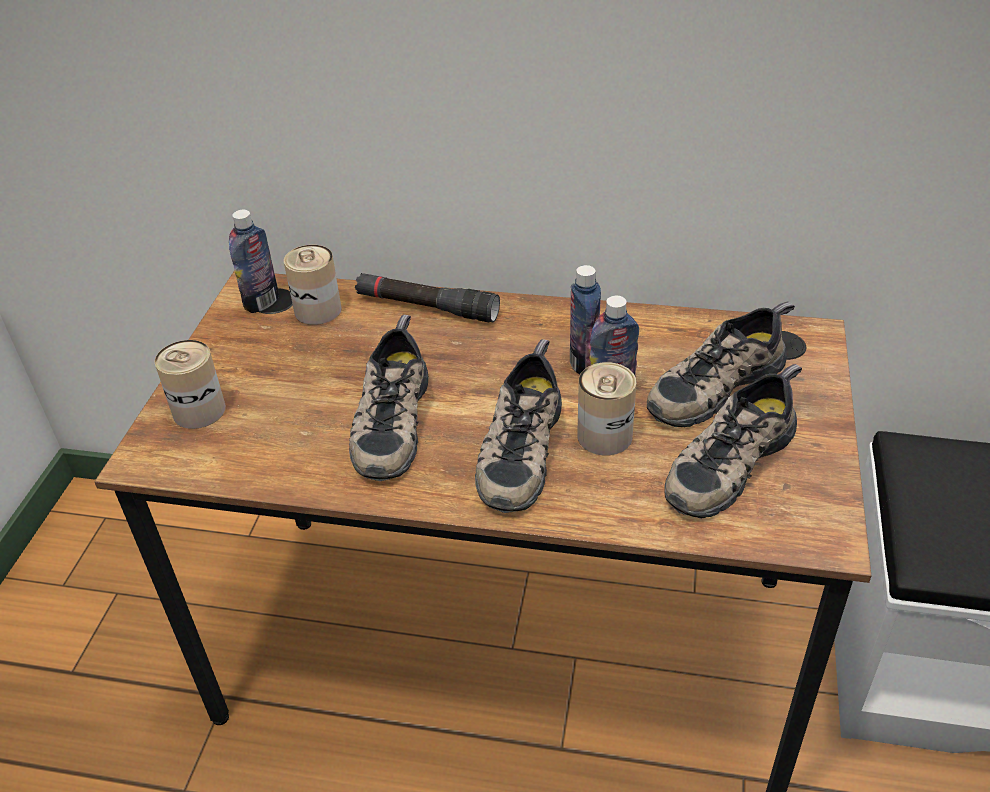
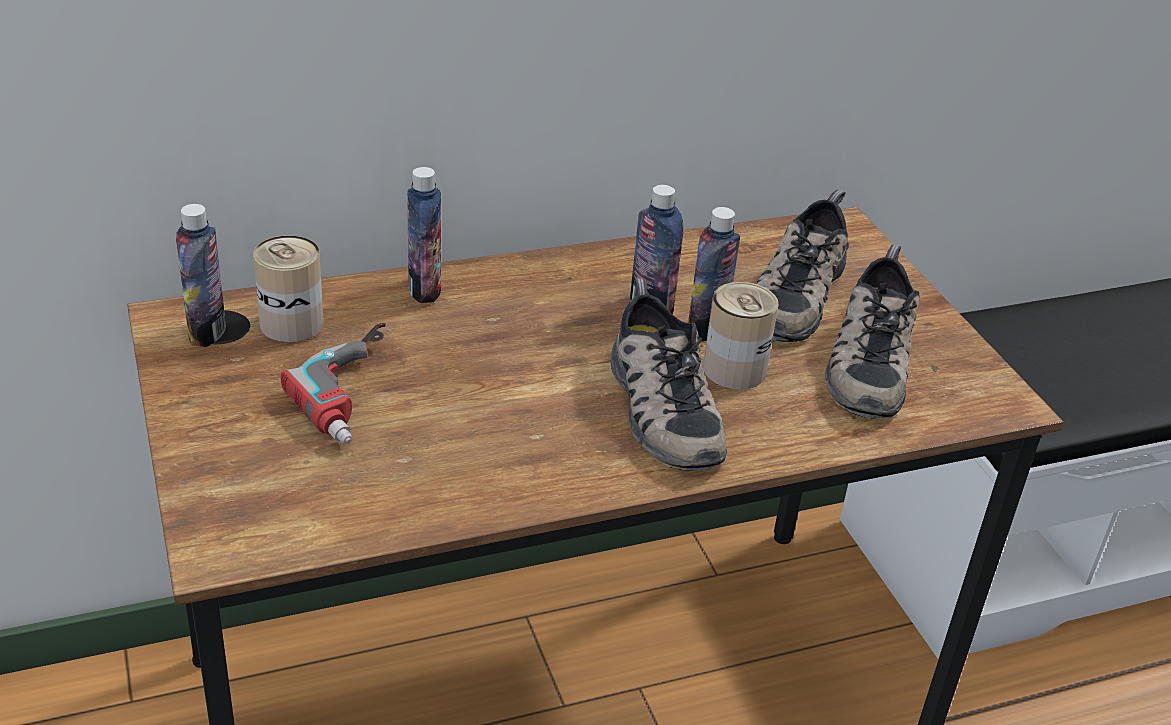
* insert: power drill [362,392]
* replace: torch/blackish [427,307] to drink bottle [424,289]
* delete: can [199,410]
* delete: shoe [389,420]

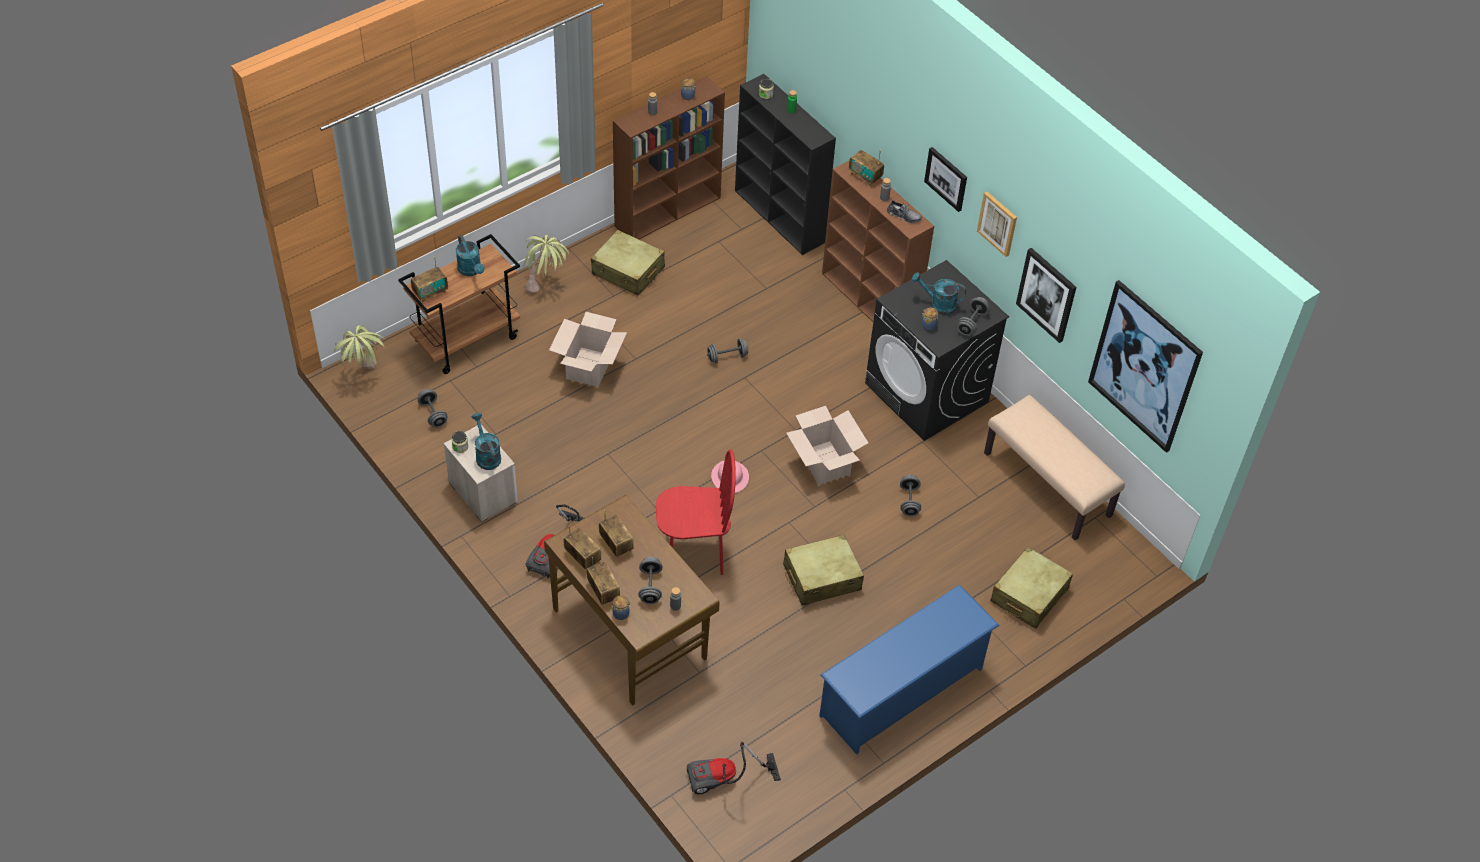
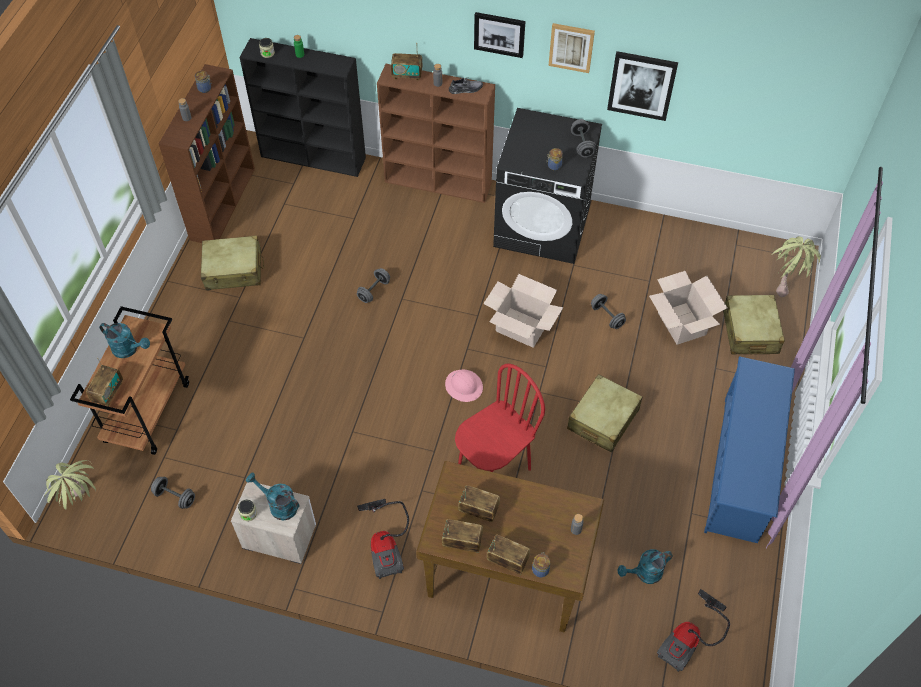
* move: watering can/blue-green [938,304] to [644,574]
* move: cardboard box [589,367] to [682,323]
* move: houseplant [546,286] to [785,283]
* delete: dumbbell/grey [650,586]
* delete: long seat/beige-coloured [1048,484]
* delete: wall picture [1144,366]

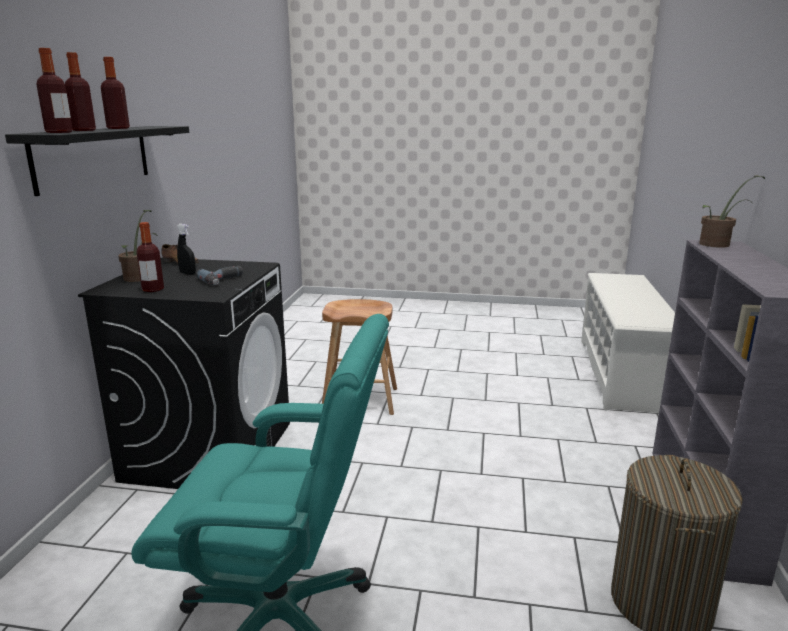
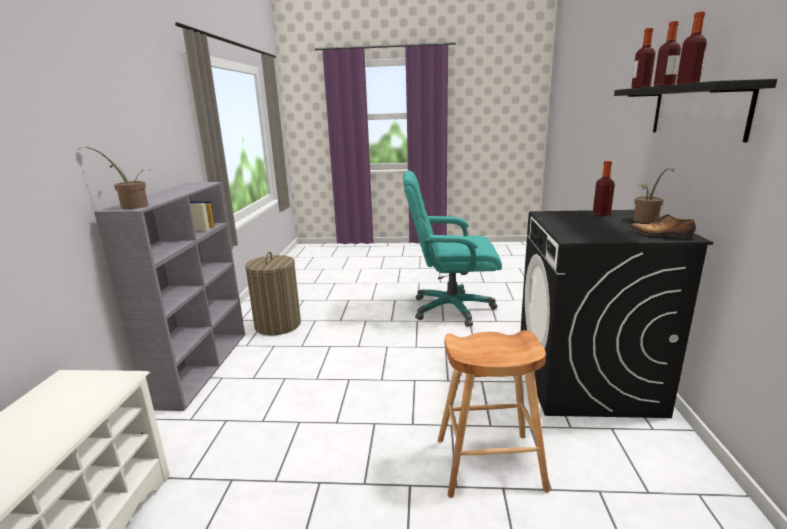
* delete: spray bottle/blackish [187,273]
* delete: power drill [224,281]

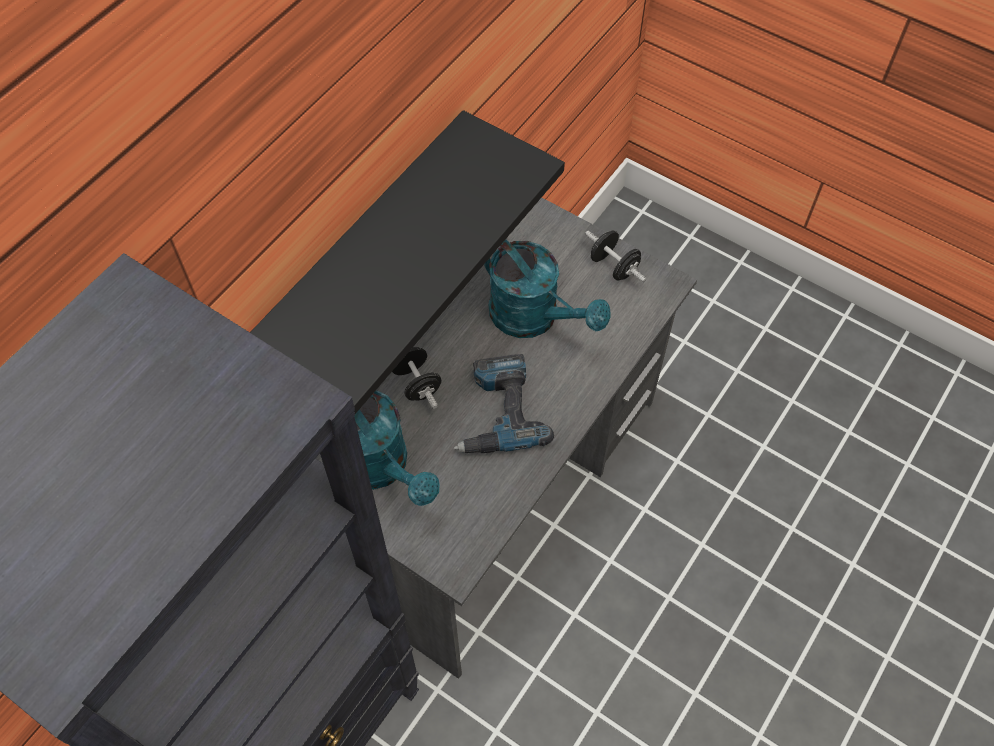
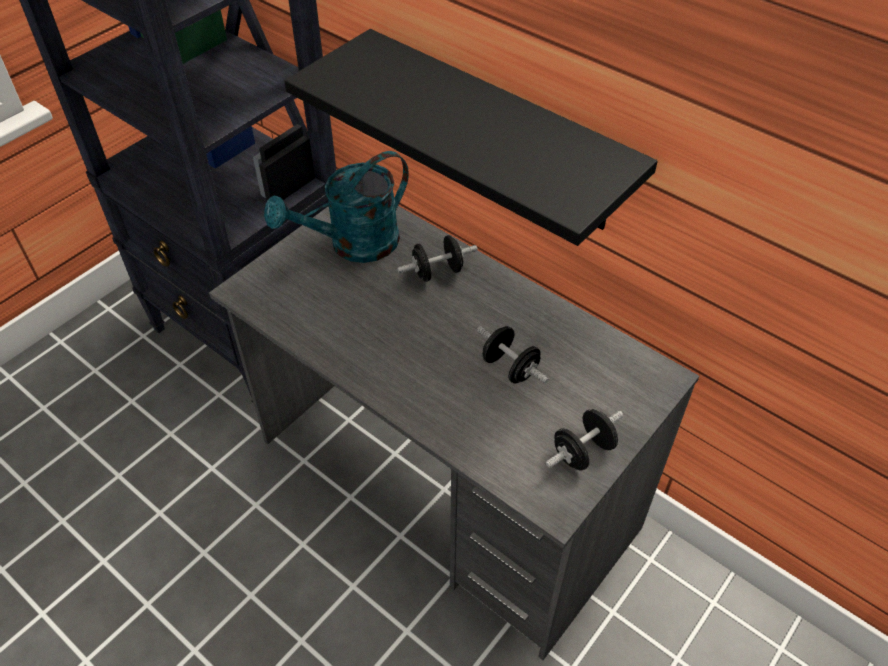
* replace: watering can/blue-green [534,318] to dumbbell/blackish [510,368]
* delete: power drill [497,412]

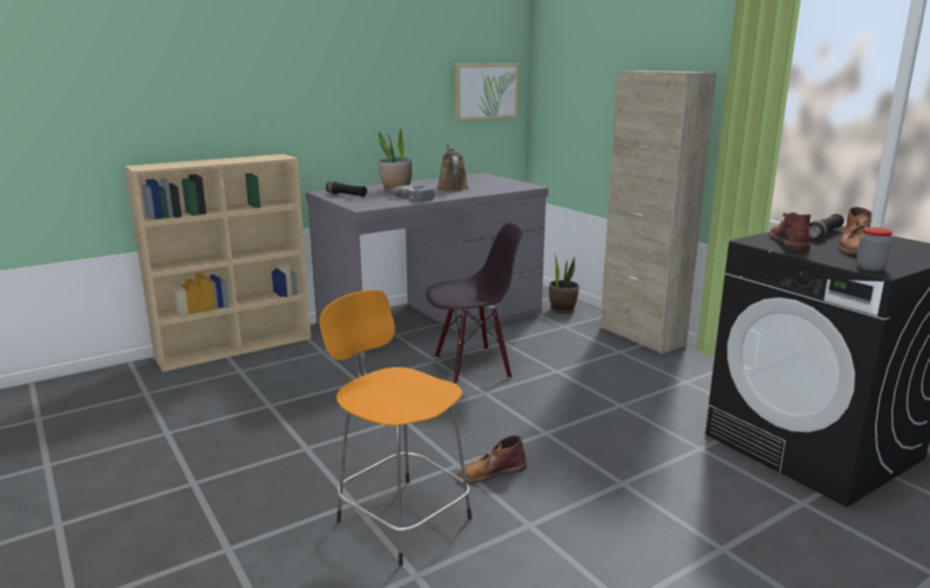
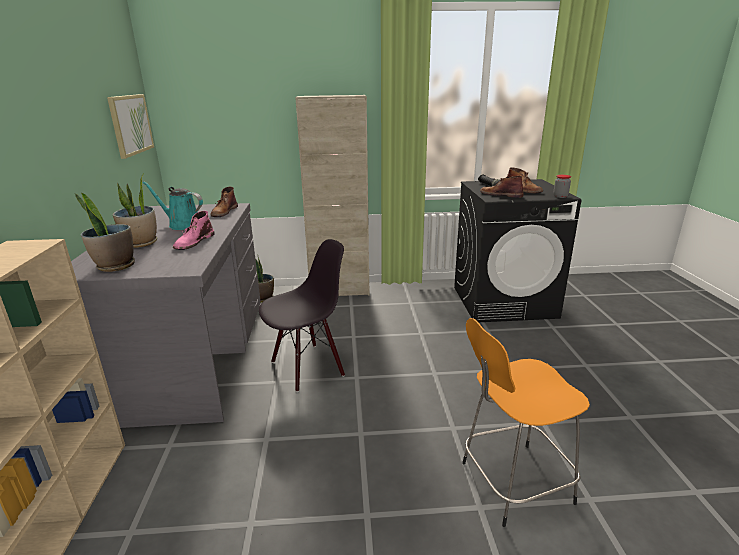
* replace: torch/blackish [346,195] to houseplant [115,266]
* recolor: watering can/brownish [452,187] to watering can/blue-green [182,225]
* replace: power drill [419,197] to high-top boot/pink-coloured [193,242]
* move: high-top boot/brownish [491,472] to [224,211]
* rotate: plain chair/blackish [472,366] = [307,367] 45 degrees clockwise

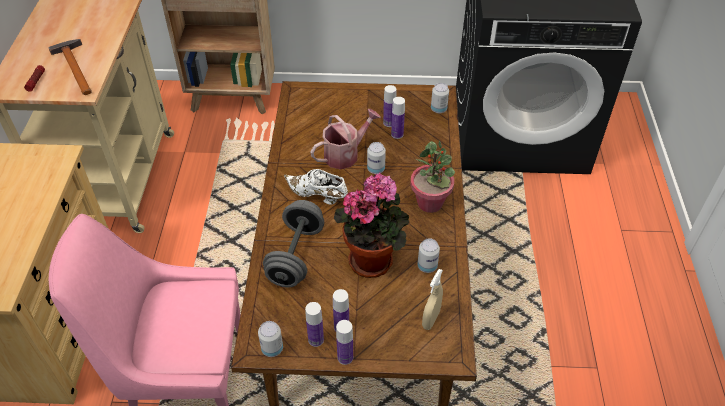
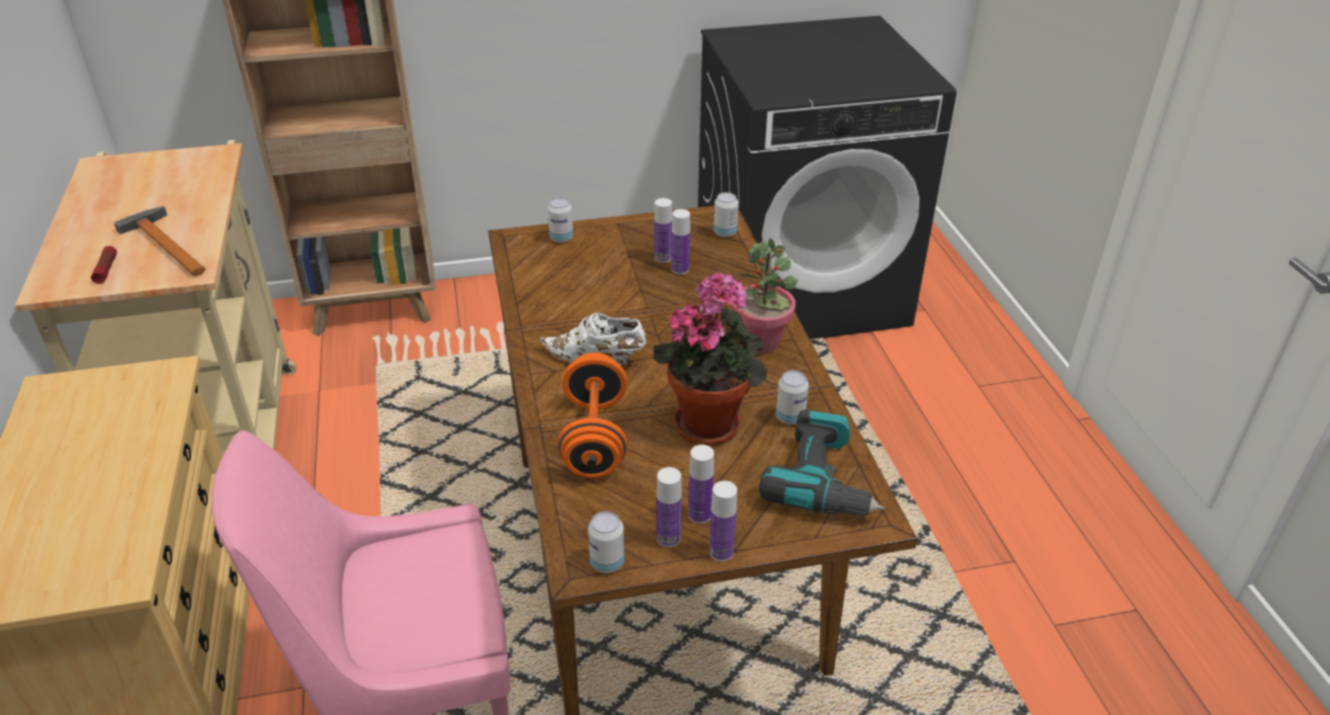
* move: can [376,169] to [561,238]
* recolor: dumbbell/grey [295,256] to dumbbell/orange-coloured [594,438]
* replace: spray bottle/beige-coloured [431,319] to power drill [823,480]
* delete: watering can [345,154]

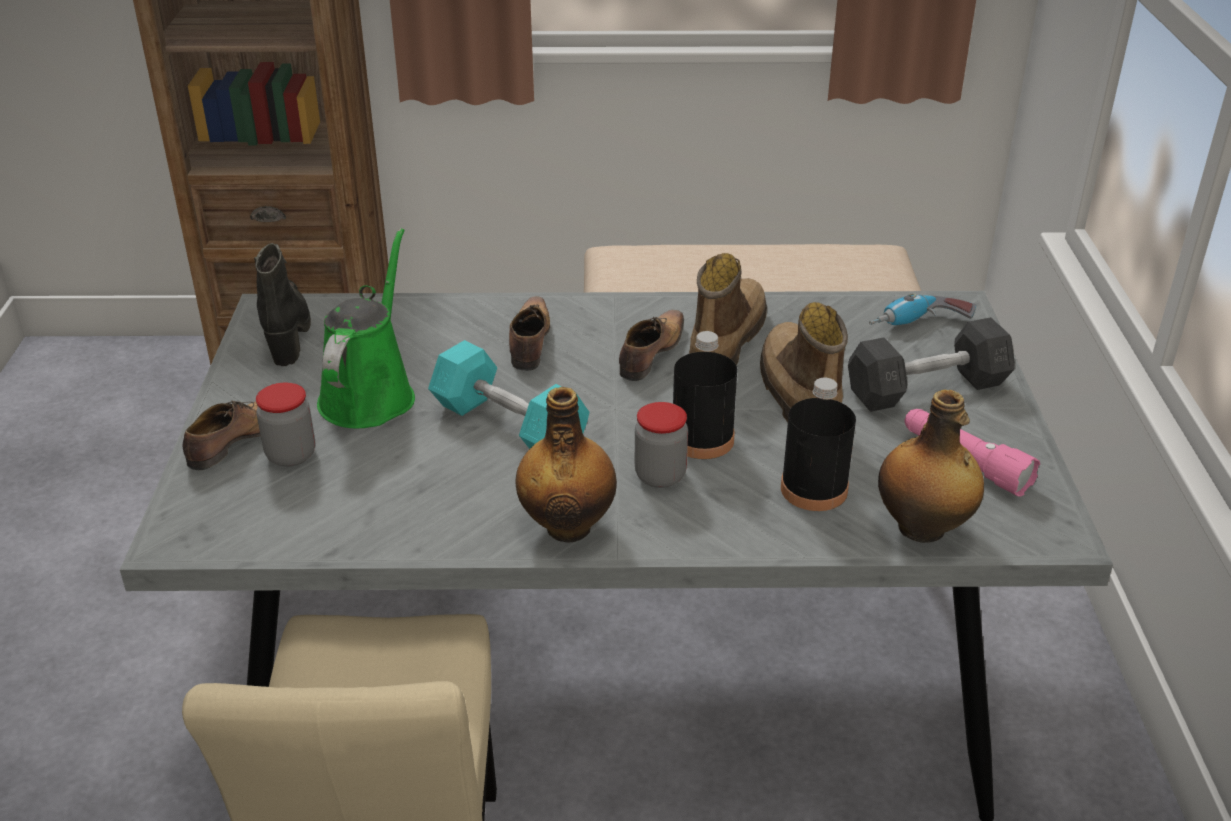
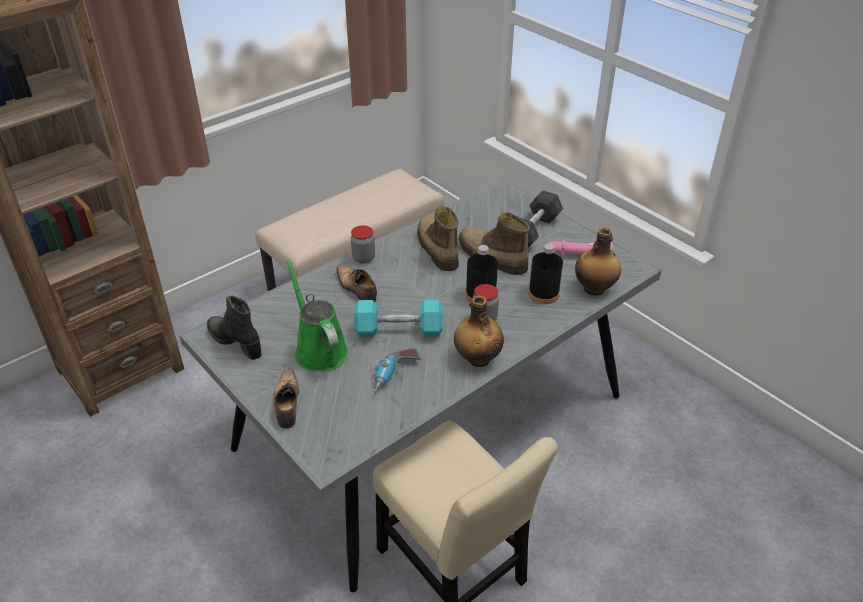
* move: storage jar [291,455] to [363,258]
* move: power drill [920,326] to [395,376]
* delete: shoe [650,354]

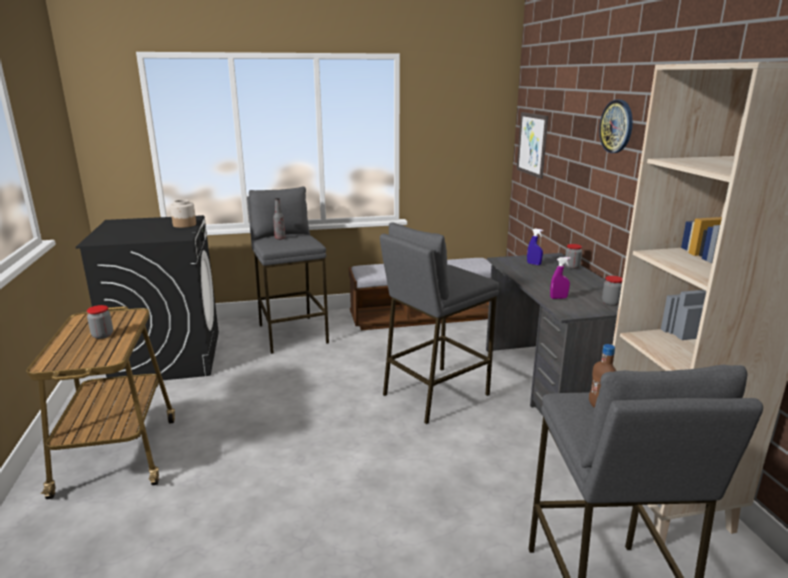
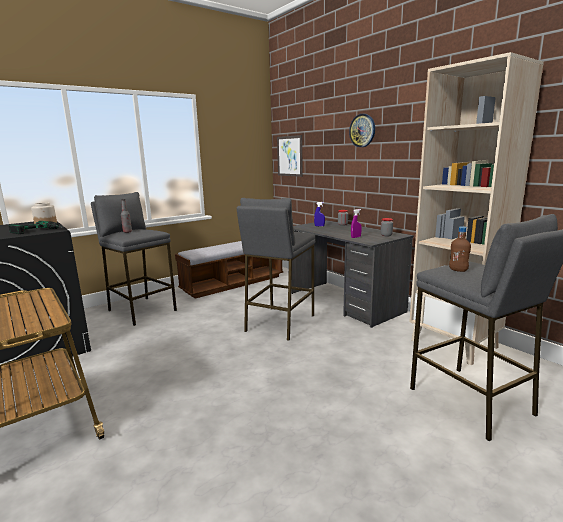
* insert: power drill [38,231]
* delete: storage jar [102,335]

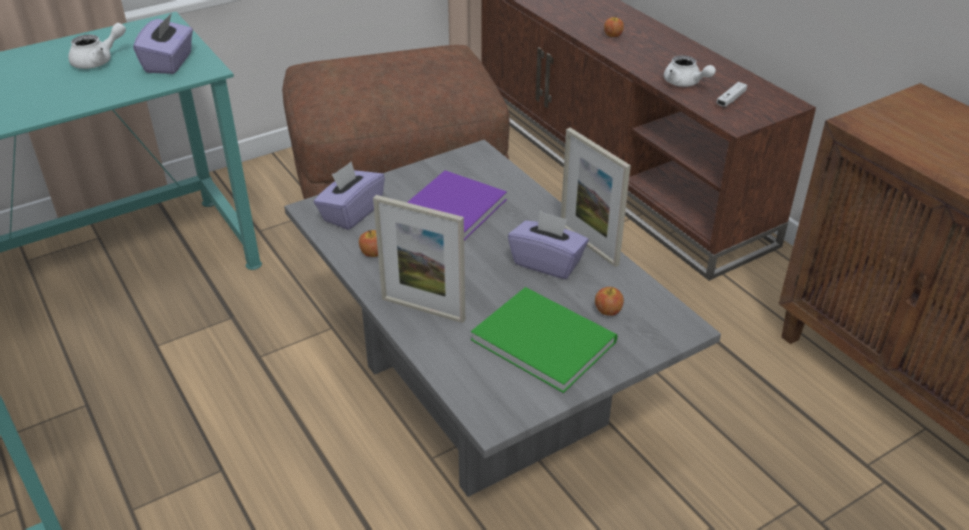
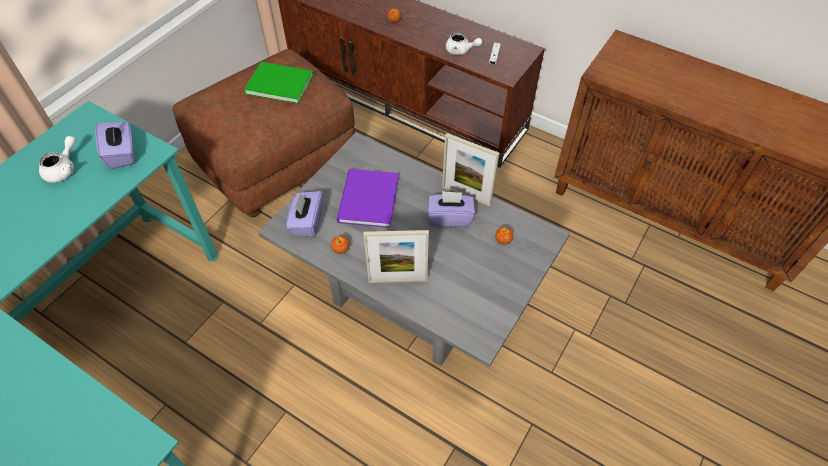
* move: bound book/green-coloured [542,337] to [278,83]

